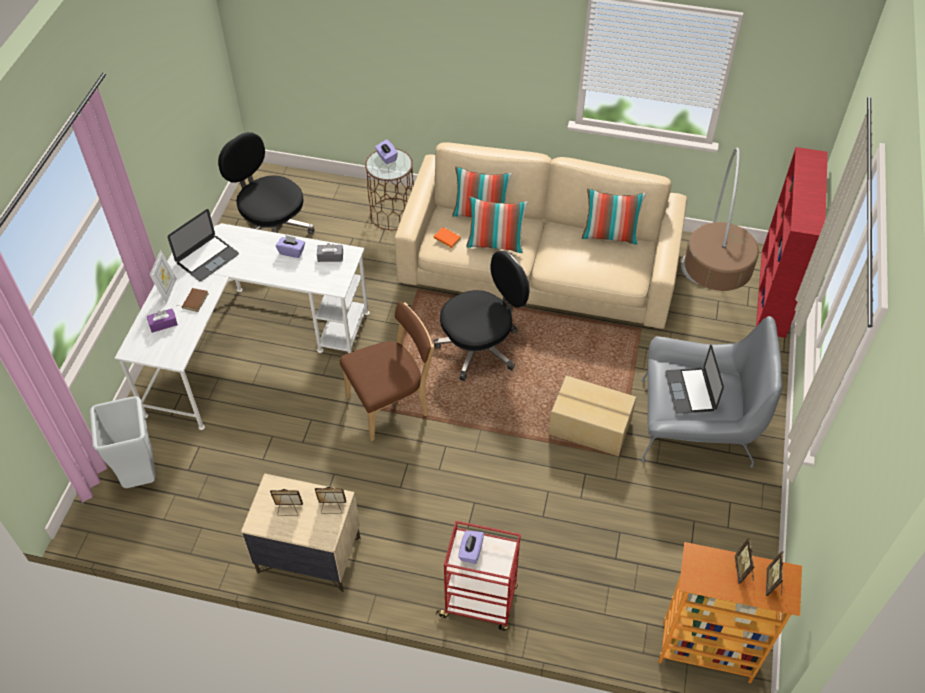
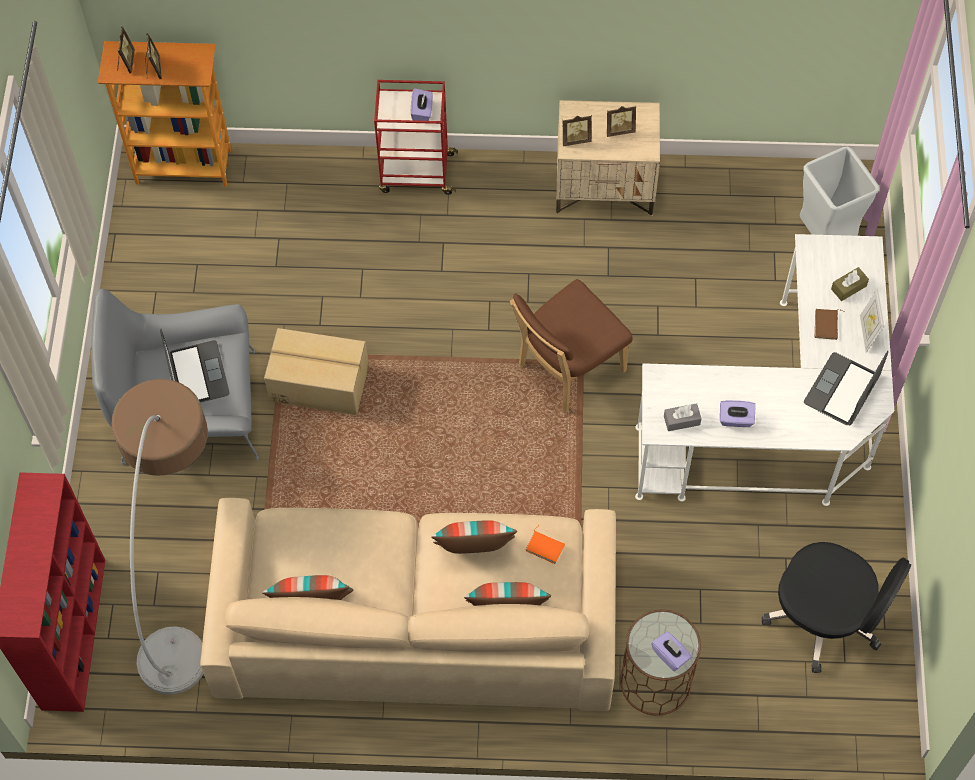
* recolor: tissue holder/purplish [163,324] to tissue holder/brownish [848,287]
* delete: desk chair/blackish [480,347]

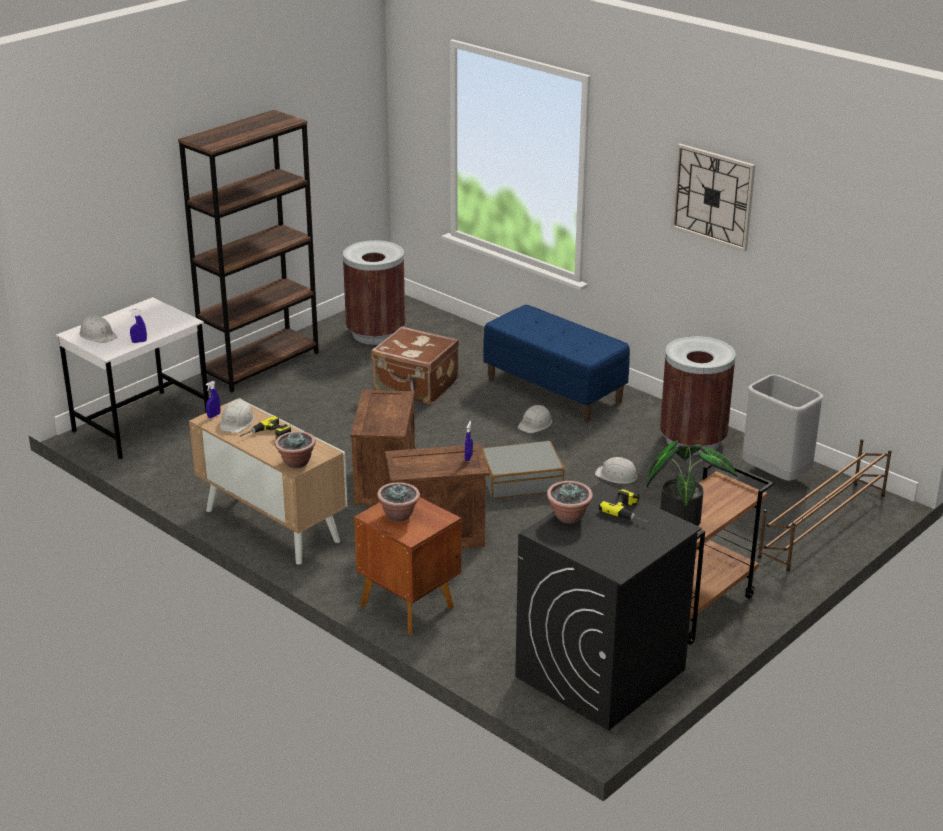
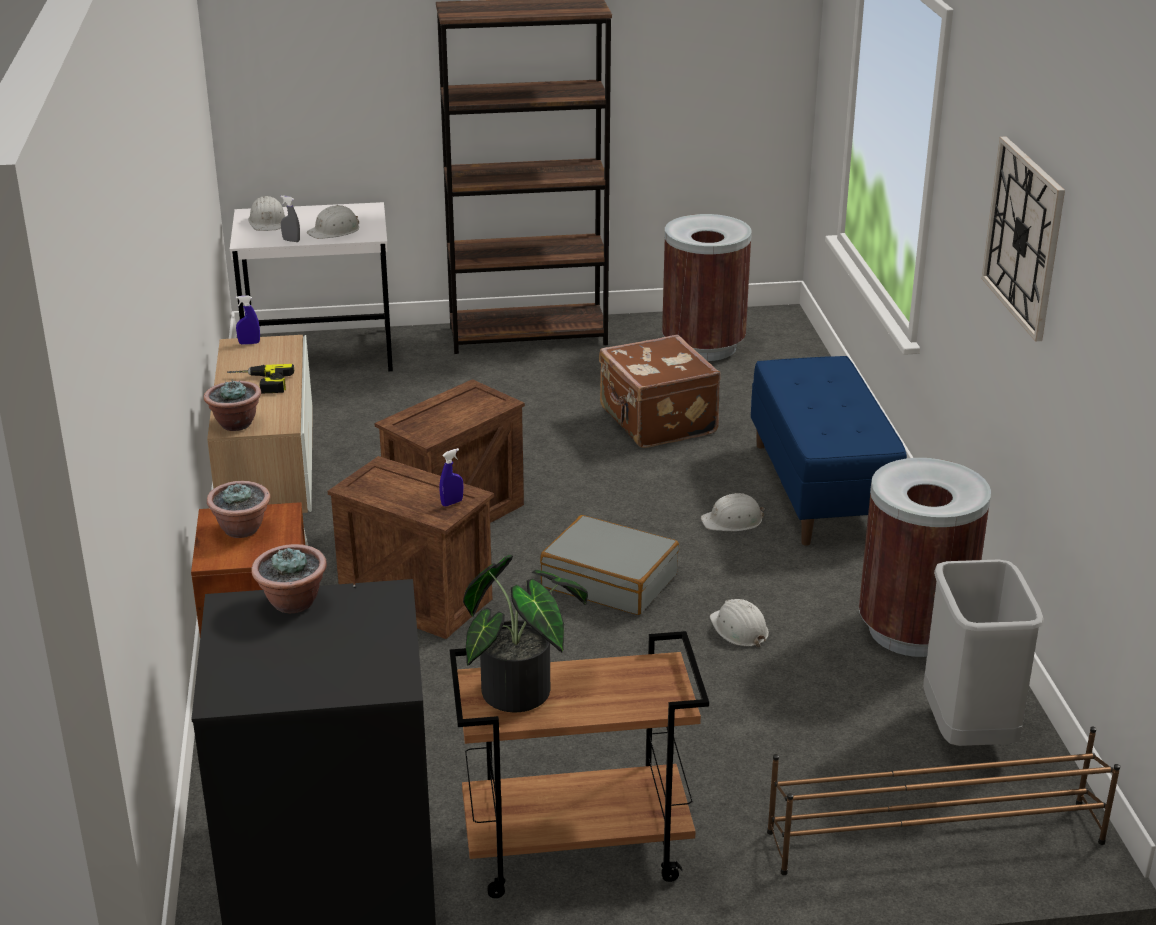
* recolor: spray bottle/bluish [139,342] to spray bottle/grey [291,240]
* move: hard hat/white-coloured [237,422] to [334,231]
* delete: power drill [631,511]

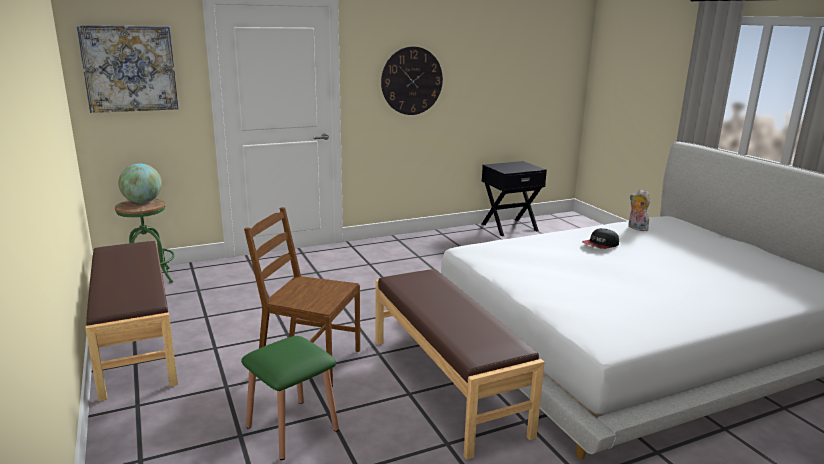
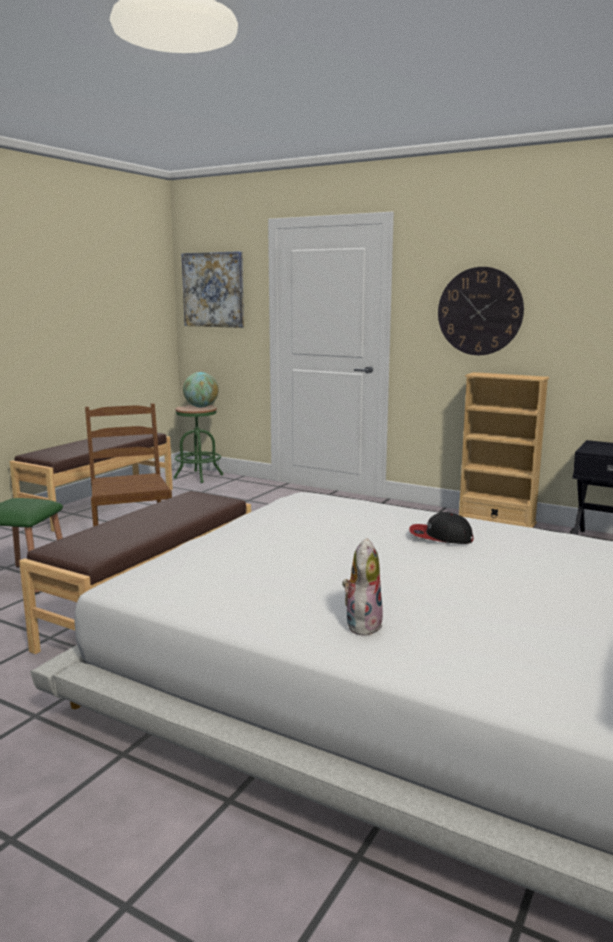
* move: plush toy [636,228] to [362,624]
* insert: bookcase/beige-coloured [496,521]

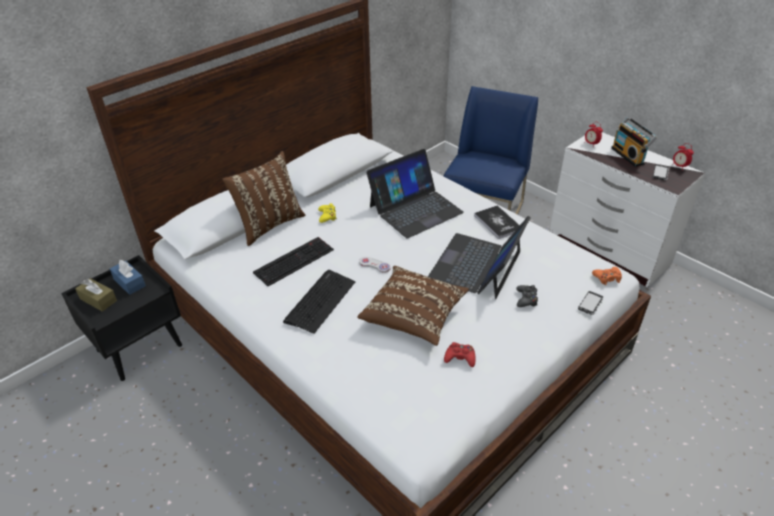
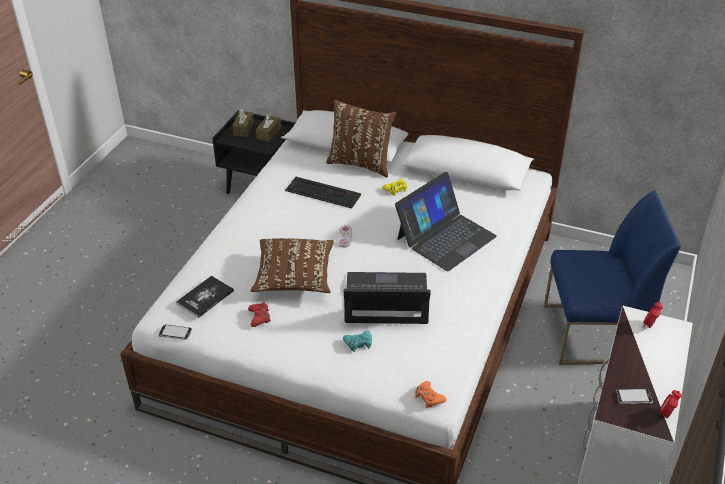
* move: telephone [590,303] to [175,333]
* move: bound book [497,223] to [205,297]
* recolor: tissue holder/bluish [129,282] to tissue holder/brownish [268,133]
* recolor: joypad/blackish [526,299] to joypad/blue-green [358,343]
* rotate: laptop [415,209] = [445,237] 75 degrees counterclockwise
* delete: computer keyboard [320,301]
* delete: radio receiver [629,156]

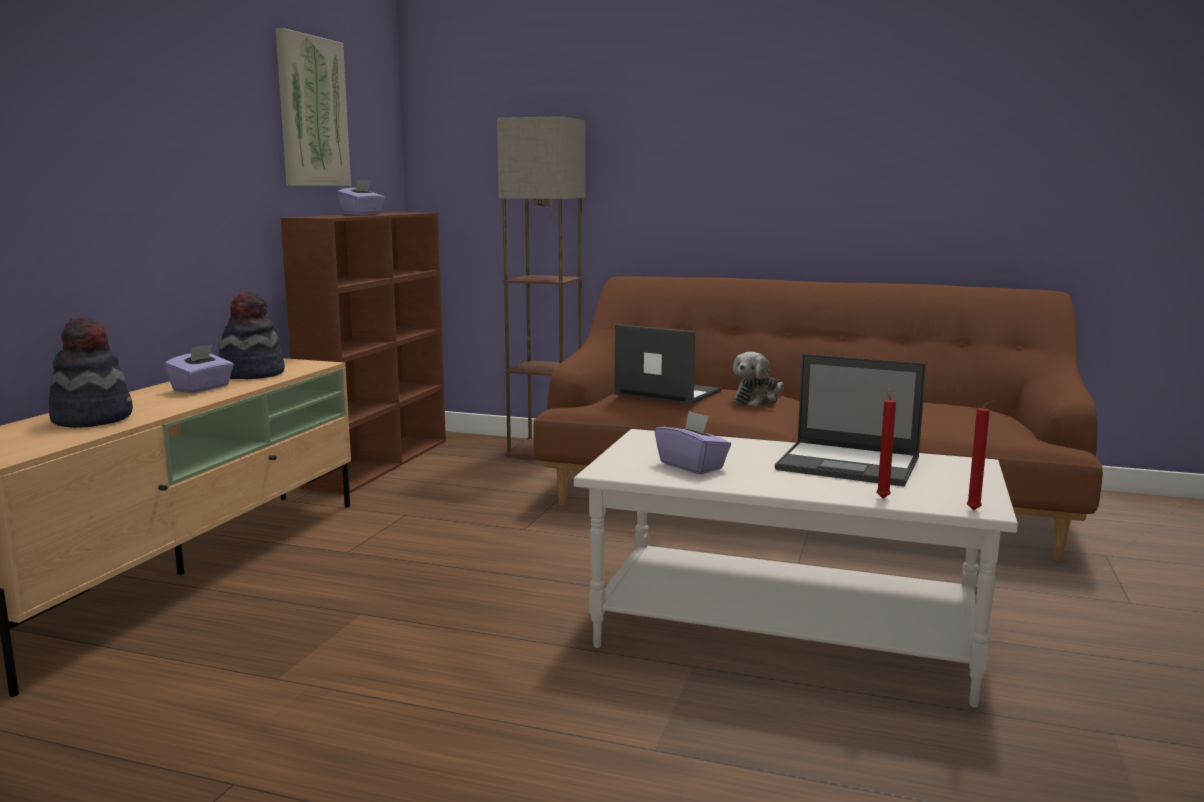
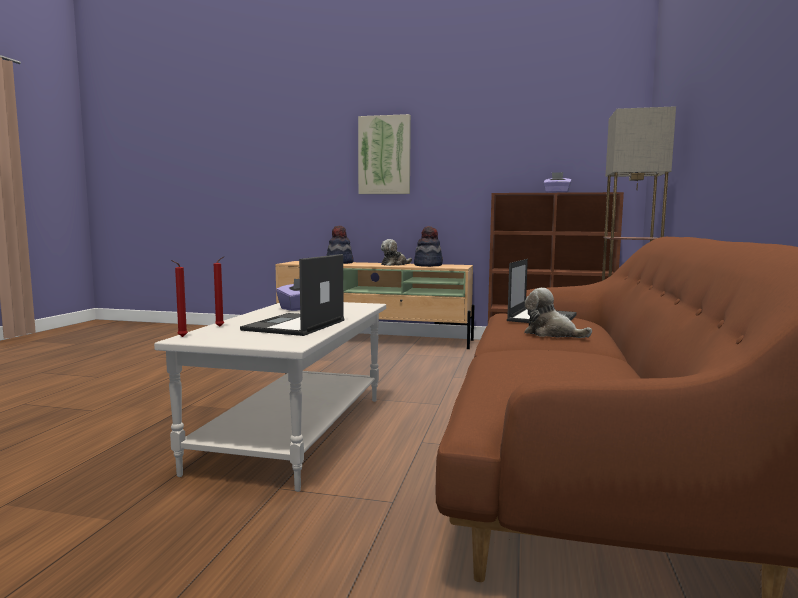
* move: wall picture [311,112] to [384,155]
* replace: tissue holder/purplish [202,388] to plush toy [395,264]

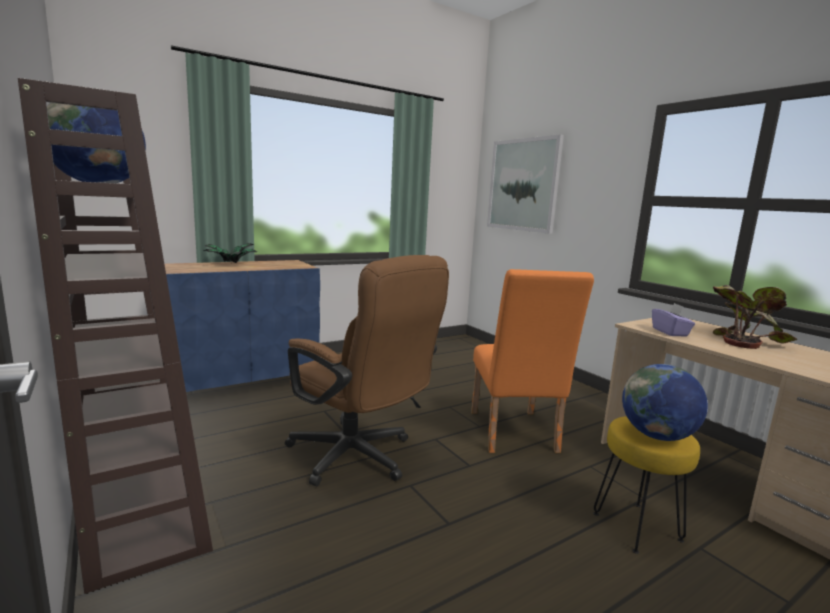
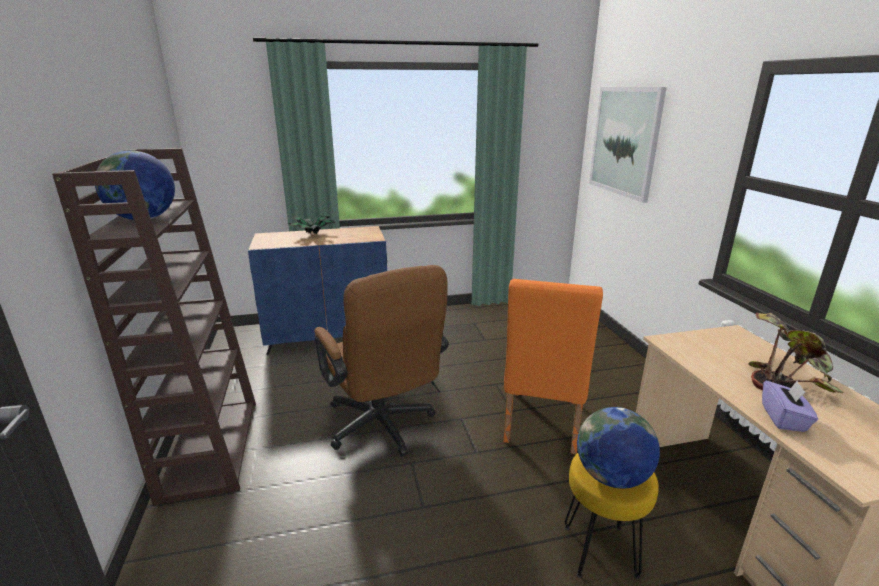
* move: tissue holder/purplish [670,332] to [783,418]

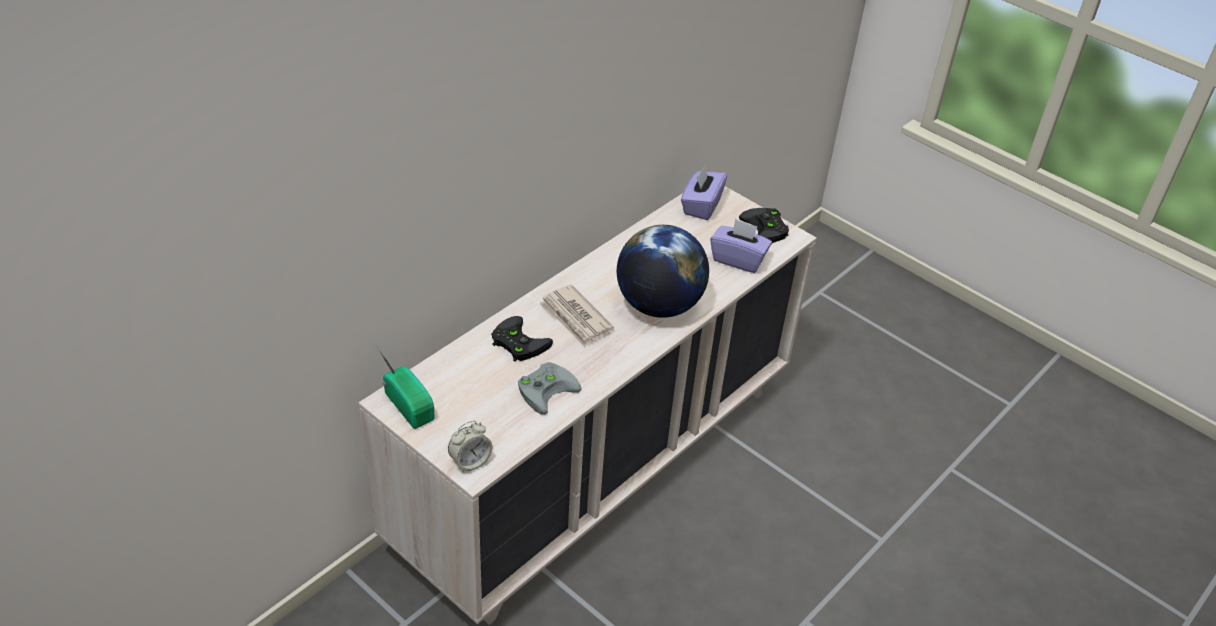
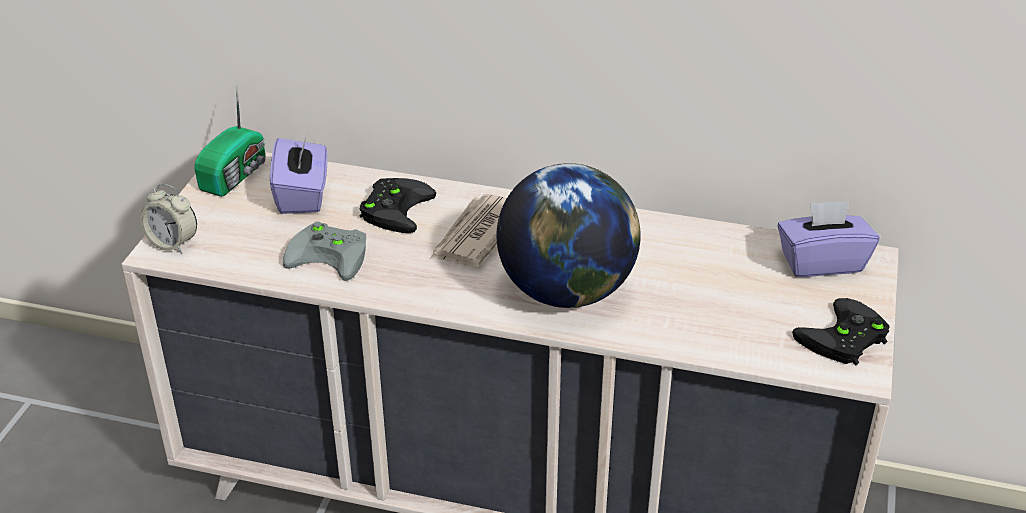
* move: tissue holder/purplish [738,259] to [303,195]

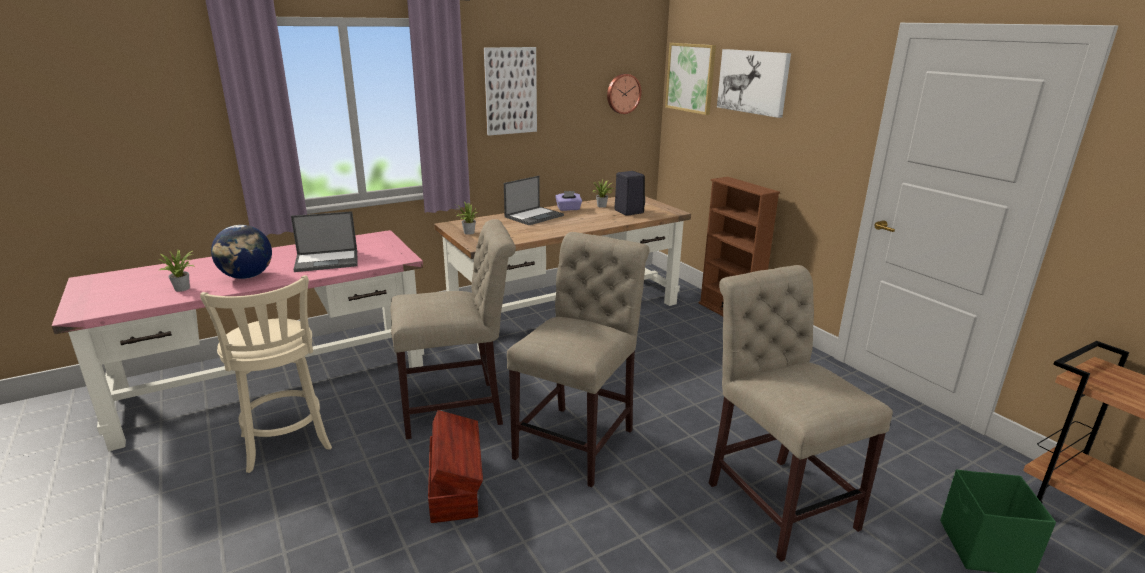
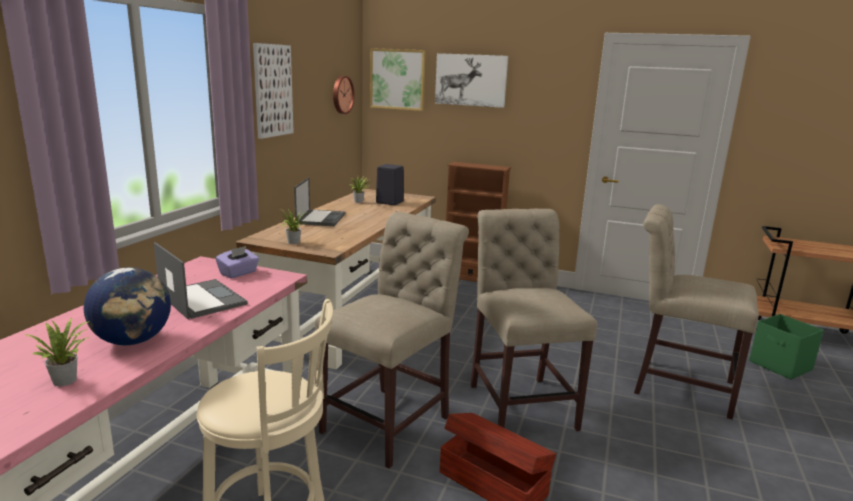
* rotate: laptop [328,261] = [201,299] 75 degrees counterclockwise
* move: tissue holder/purplish [568,209] to [238,273]

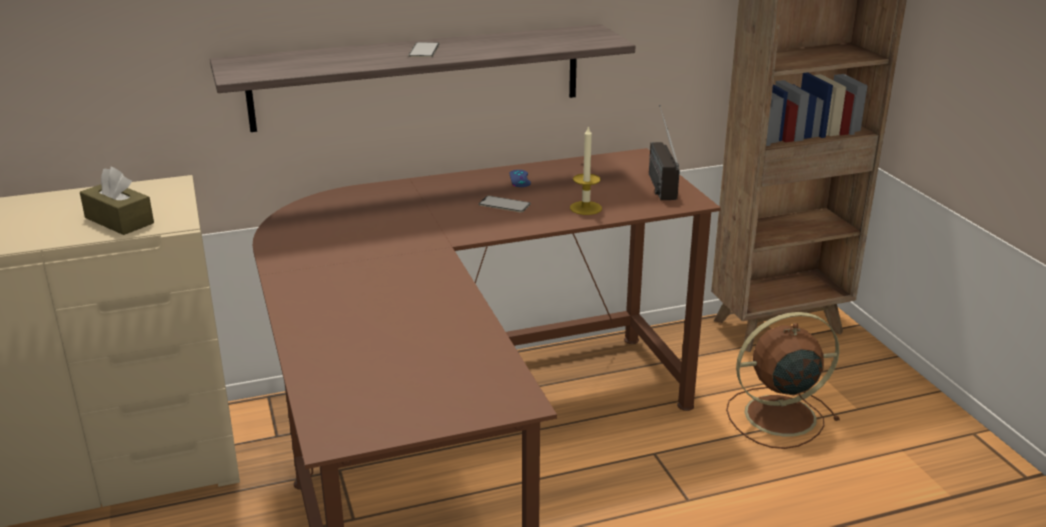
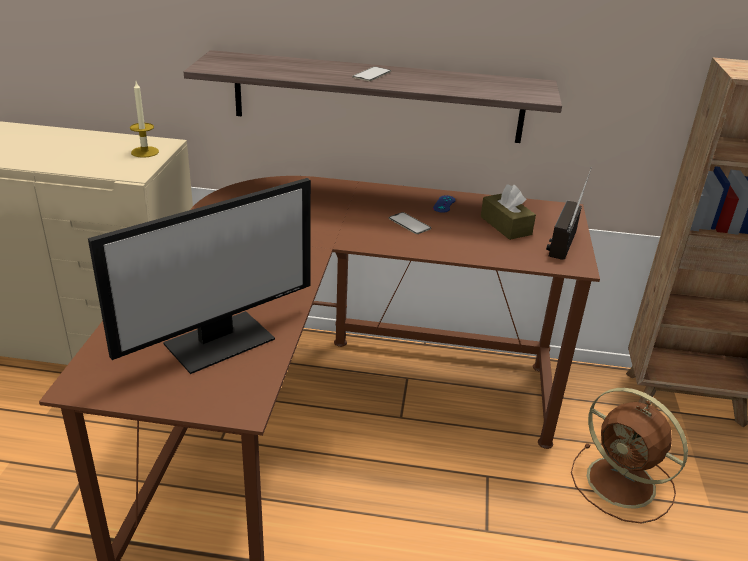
* insert: computer display [219,340]
* move: candle [585,208] to [145,152]
* move: tissue holder/brownish [119,220] to [505,225]
* rotate: cooling fan/brownish [777,416] = [623,484] 150 degrees counterclockwise

